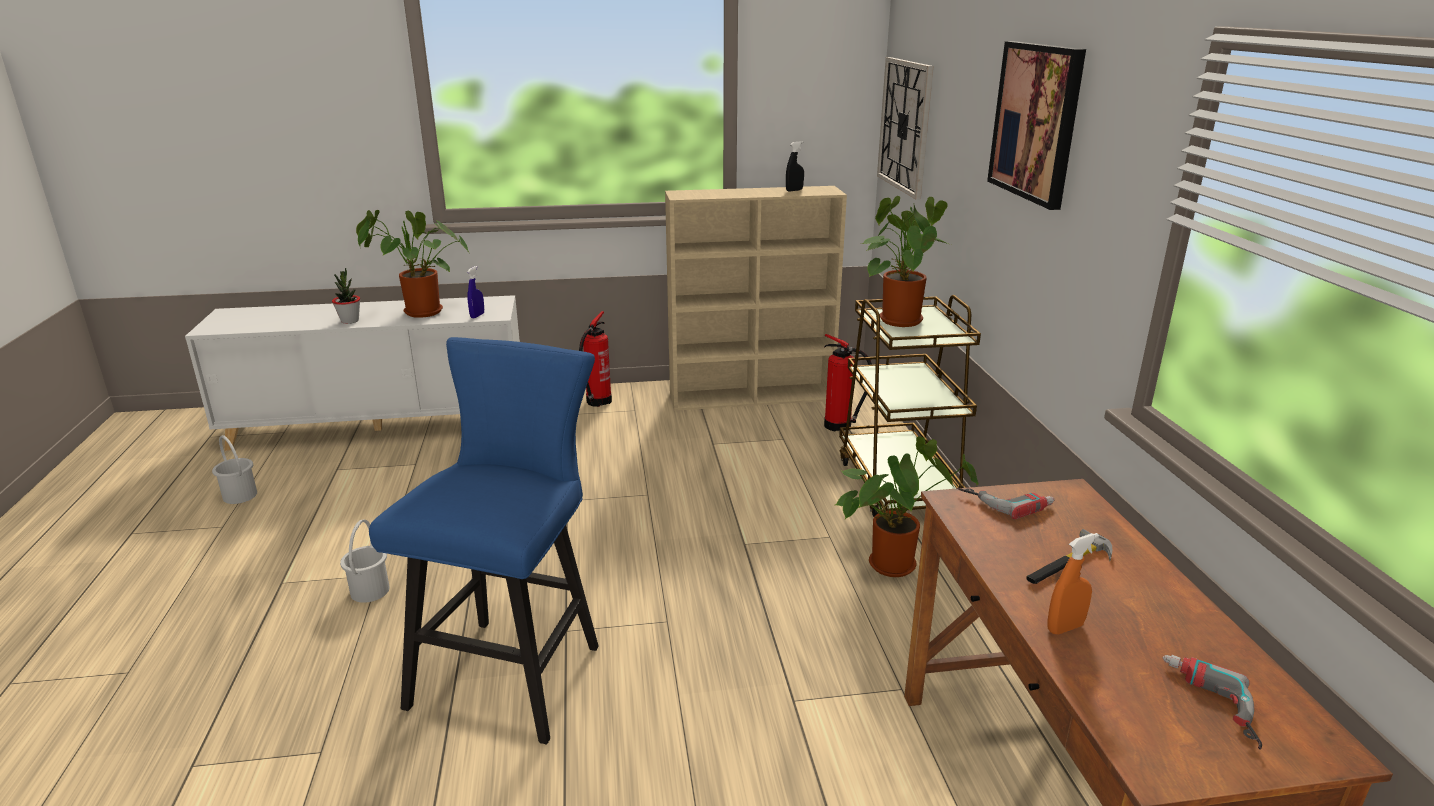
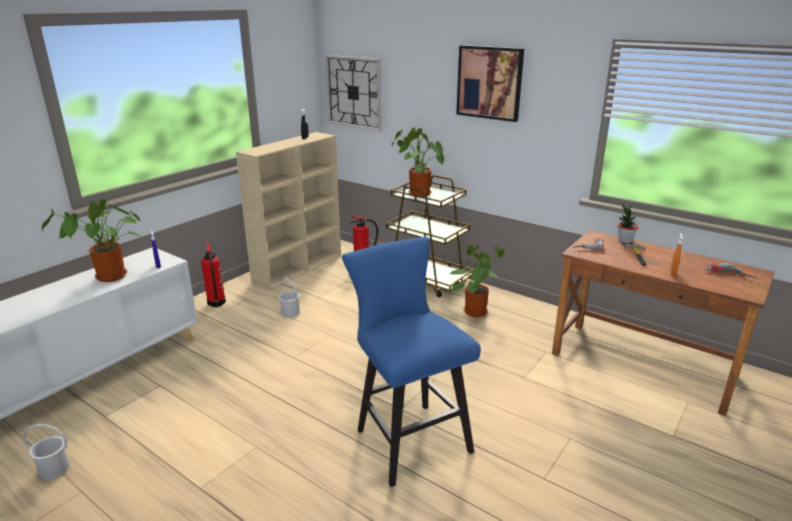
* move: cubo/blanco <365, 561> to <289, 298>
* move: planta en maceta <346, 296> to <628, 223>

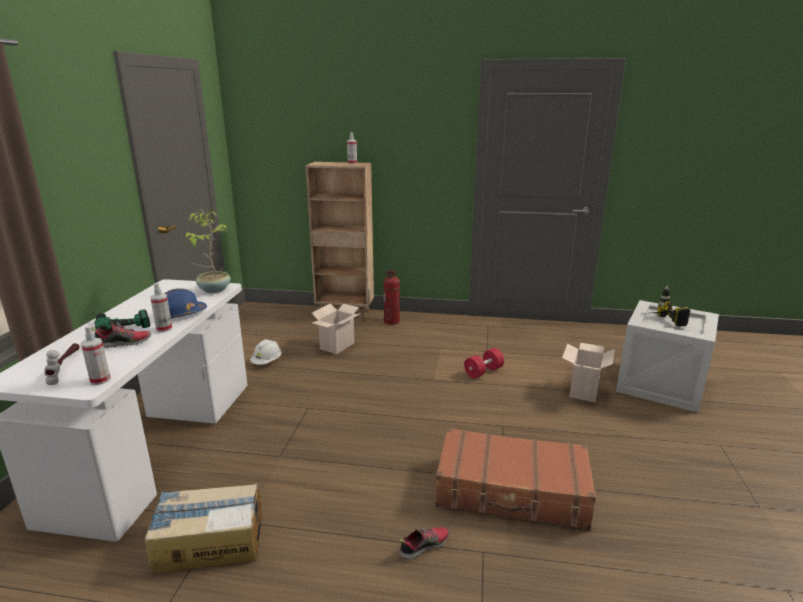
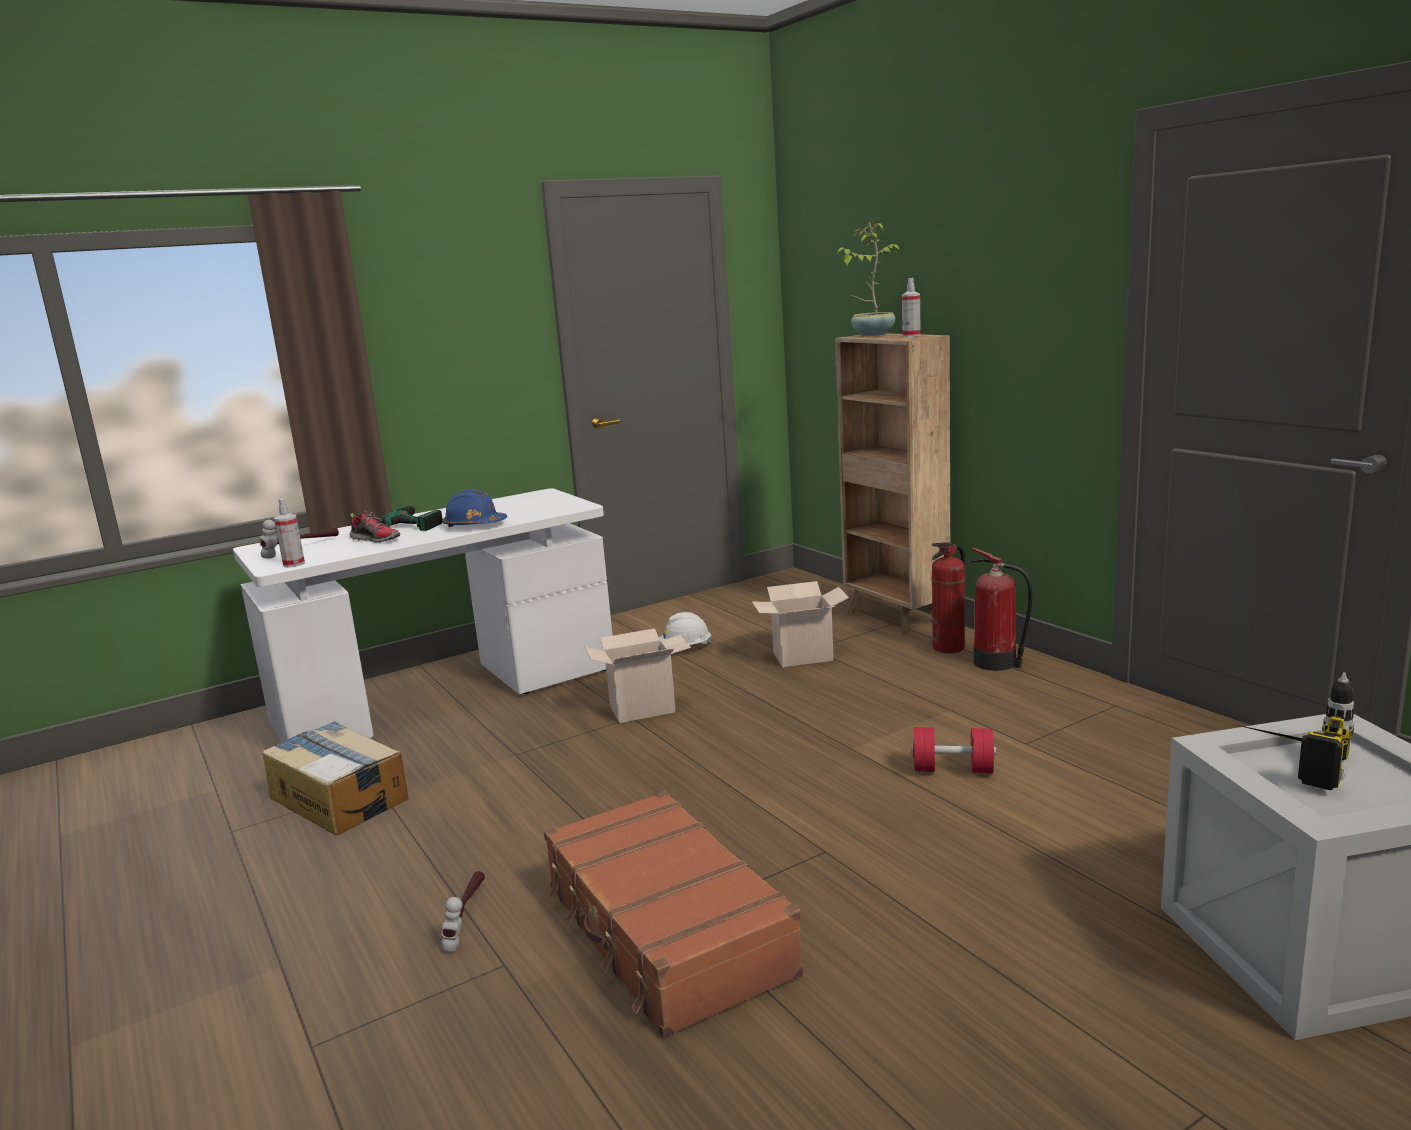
* replace: zapato <424, 543> to martillo <463, 911>
* move: caja de cartón <588, 372> to <637, 675>
* move: planta en maceta <208, 251> to <868, 278>
* insert: extintor <1001, 609>
* delete: pulverizador <161, 307>

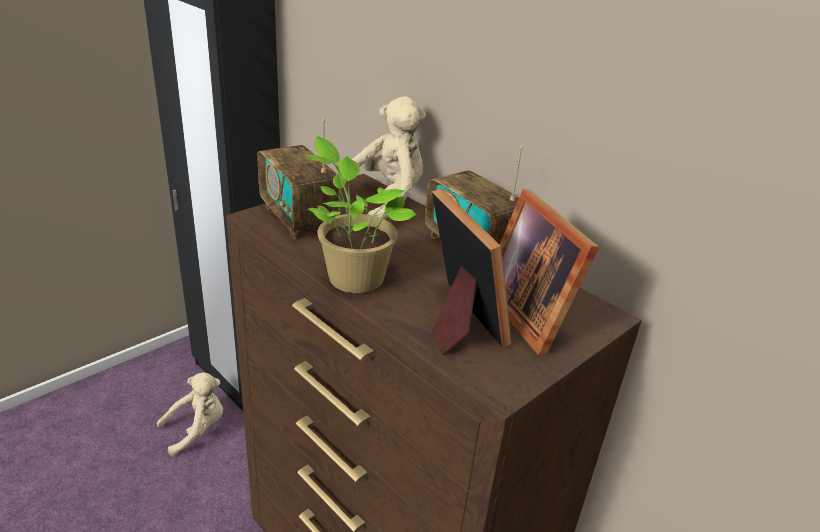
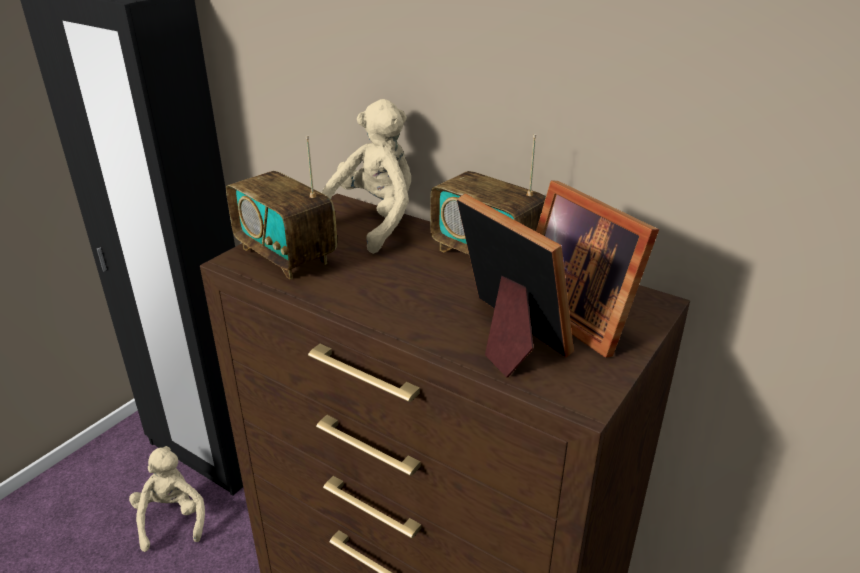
* rotate: peluche/beis <190, 414> = <167, 499> 60 degrees counterclockwise
* delete: planta en maceta <362, 214>

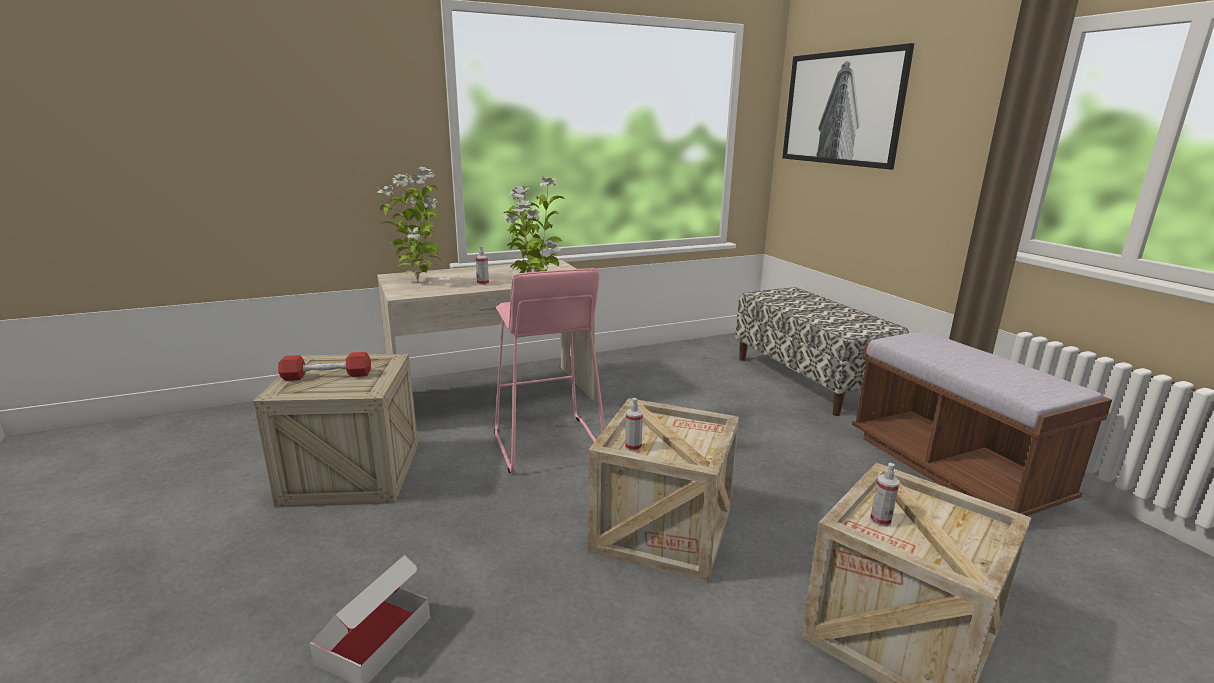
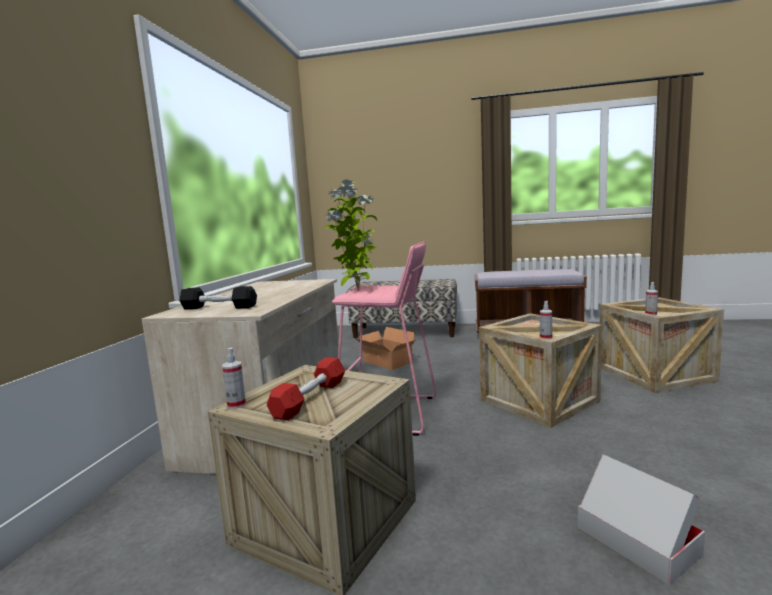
* replace: planta en maceta <409, 225> to mancuerna/negro <218, 298>
* move: pulverizador <482, 266> to <234, 378>
* insert: caja de cartón <385, 348>
* delete: cuadro <848, 106>

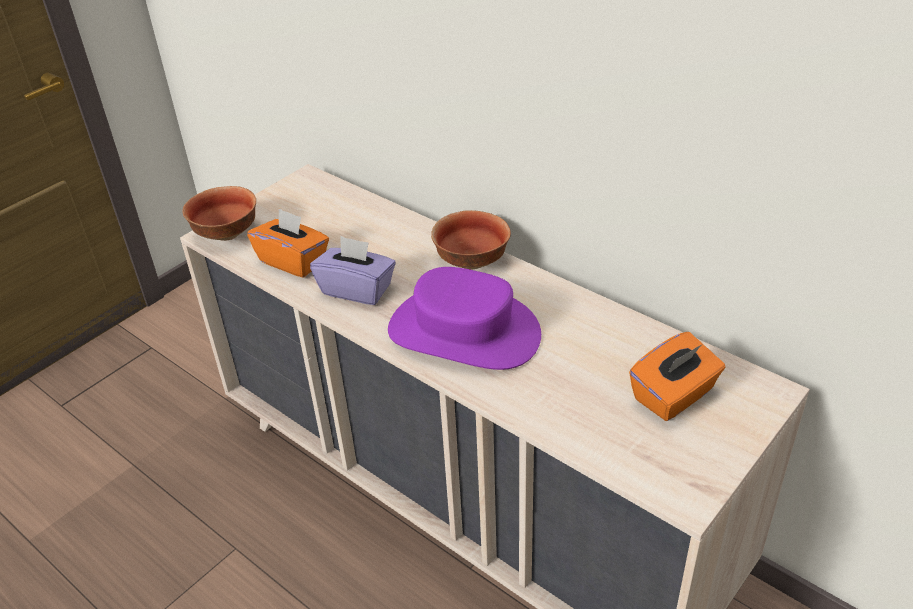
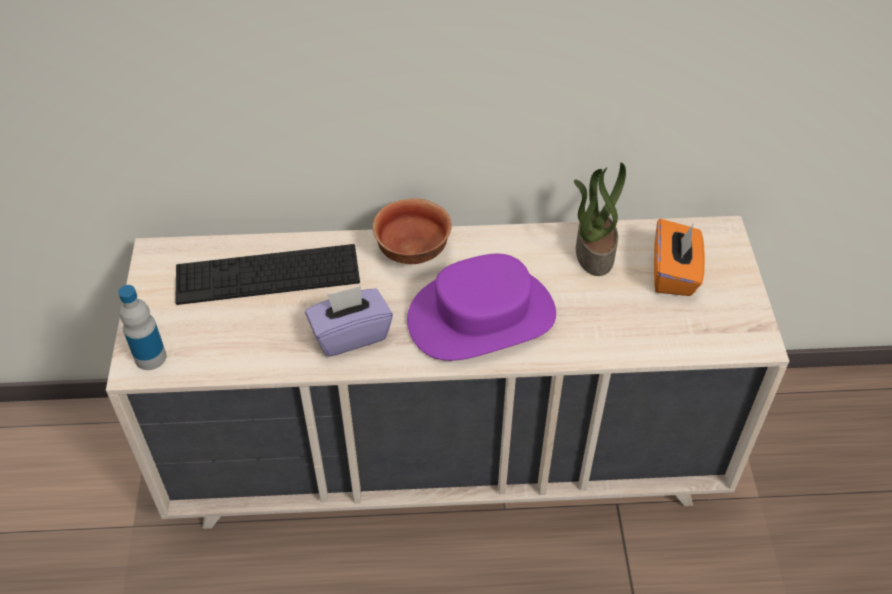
* replace: cuenco <219, 213> to botella <142, 327>
* insert: teclado <267, 274>
* insert: planta en maceta <600, 219>
* delete: caja de pañuelos/naranja <288, 243>

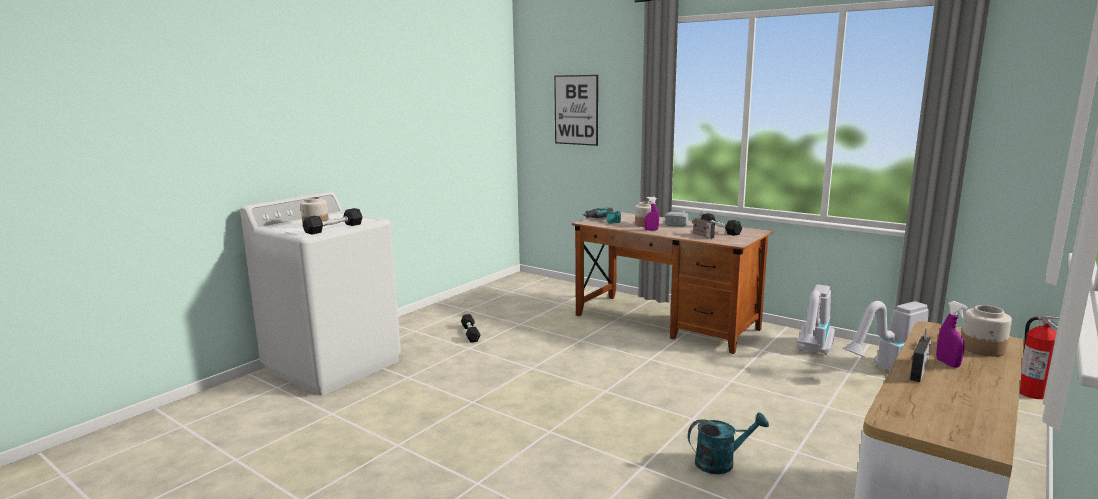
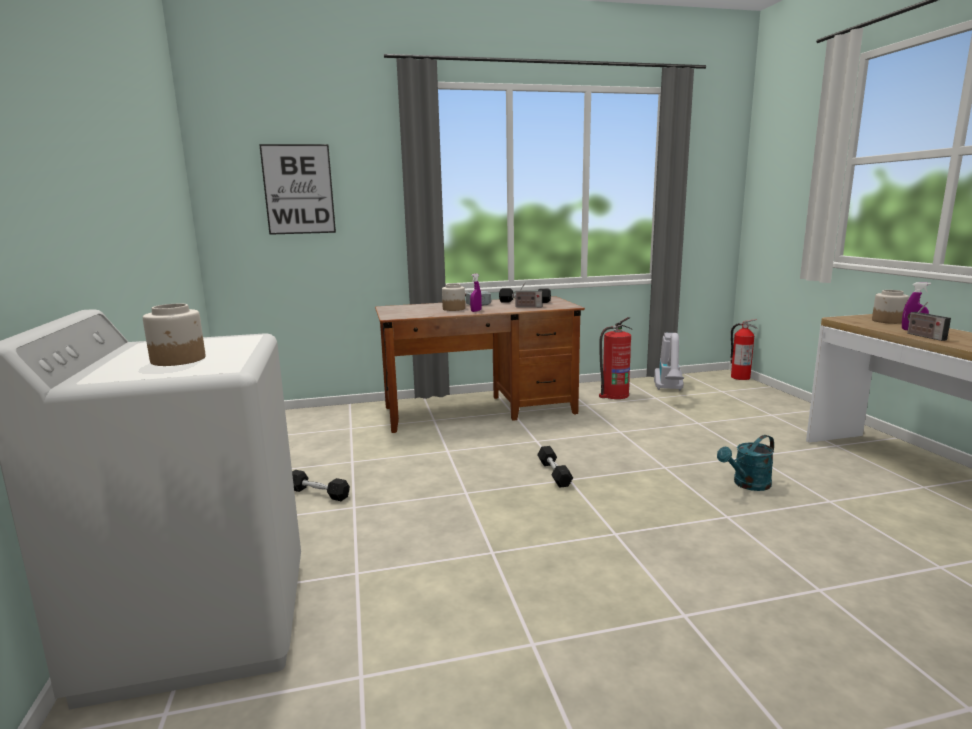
* move: mancuerna/negro <332, 221> to <555, 467>
* replace: aspiradora <816, 320> to extintor <615, 358>
* rotate: regadera/turquesa <728, 443> = <745, 463> 150 degrees counterclockwise
* delete: taladro <601, 215>

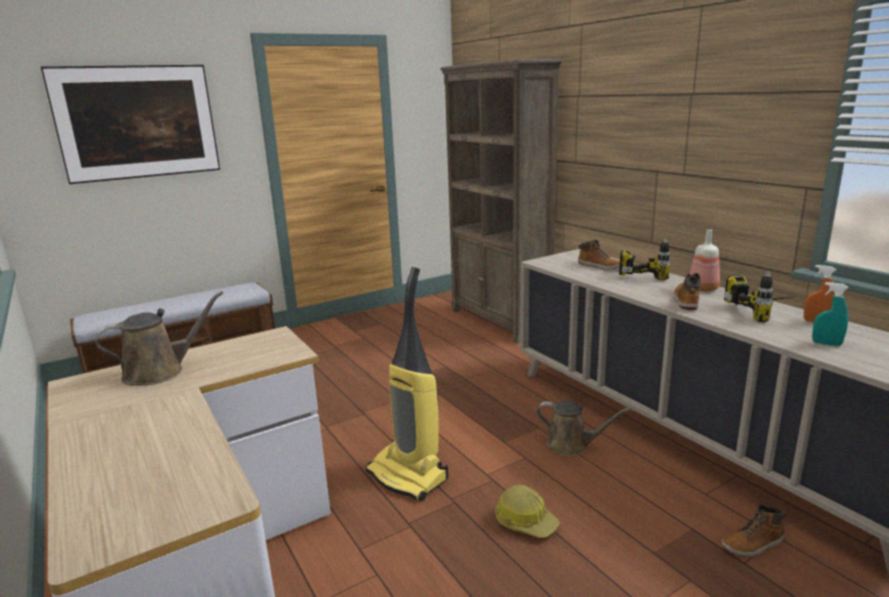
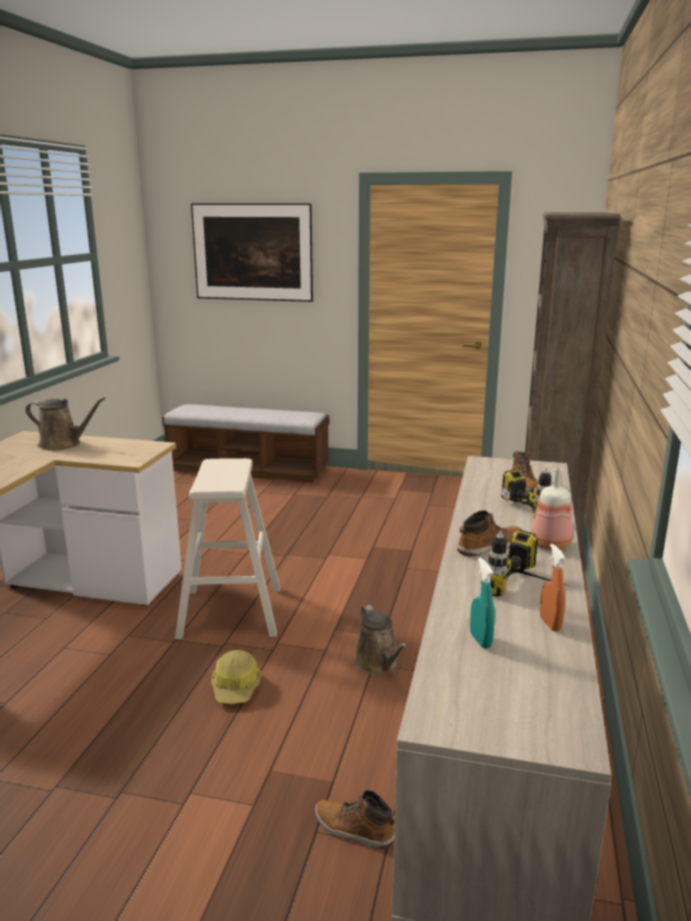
* replace: aspiradora <407, 384> to taburete/beis <228, 548>

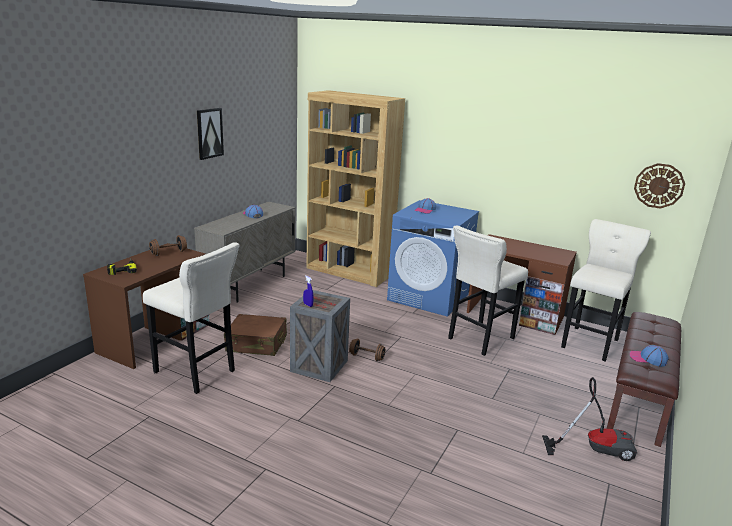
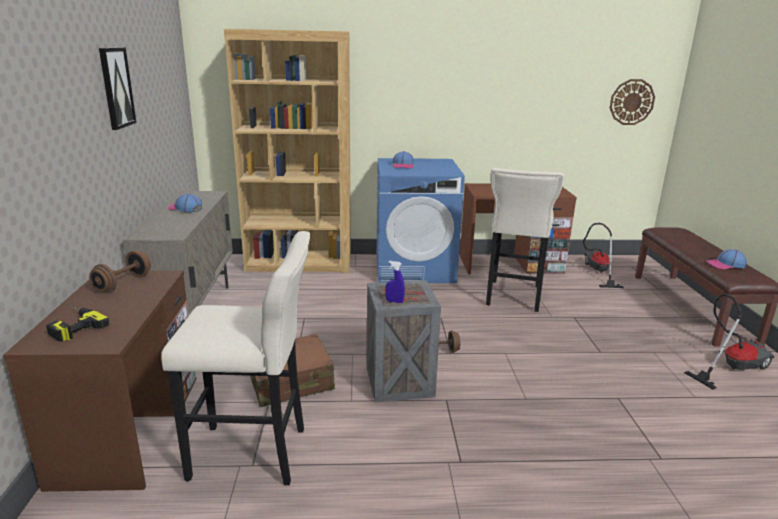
* replace: taburete/beis <606, 290> to aspiradora <603, 255>

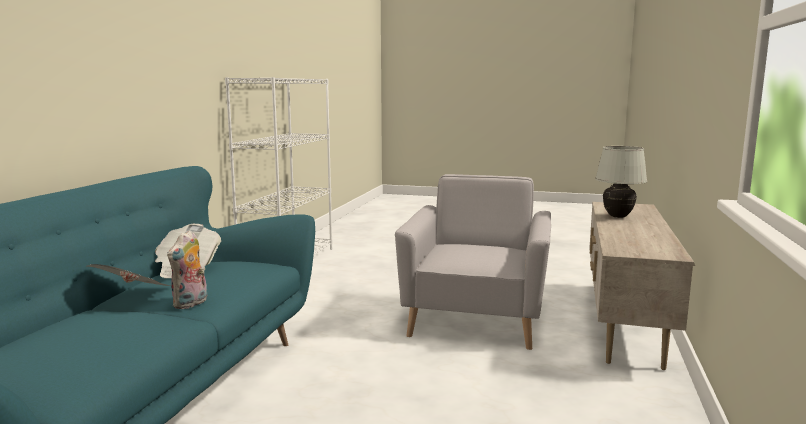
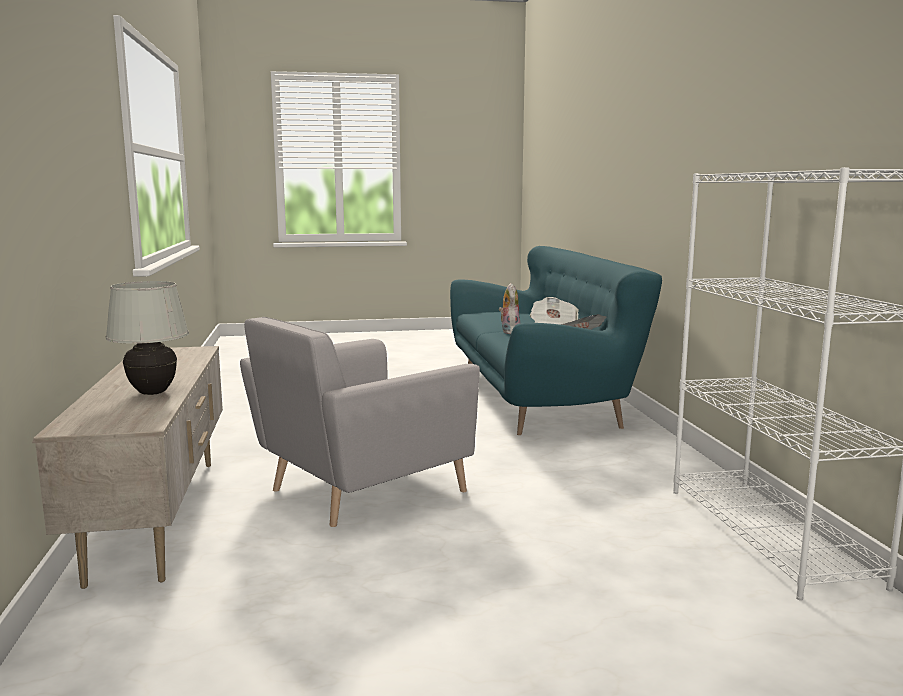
* rotate: sillón/gris <473, 262> = <360, 422> 60 degrees clockwise

